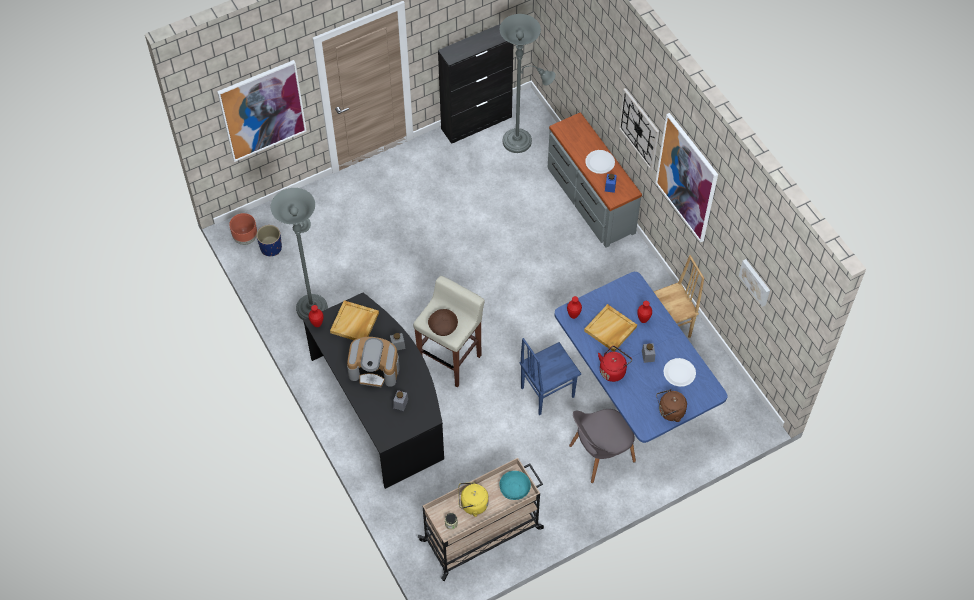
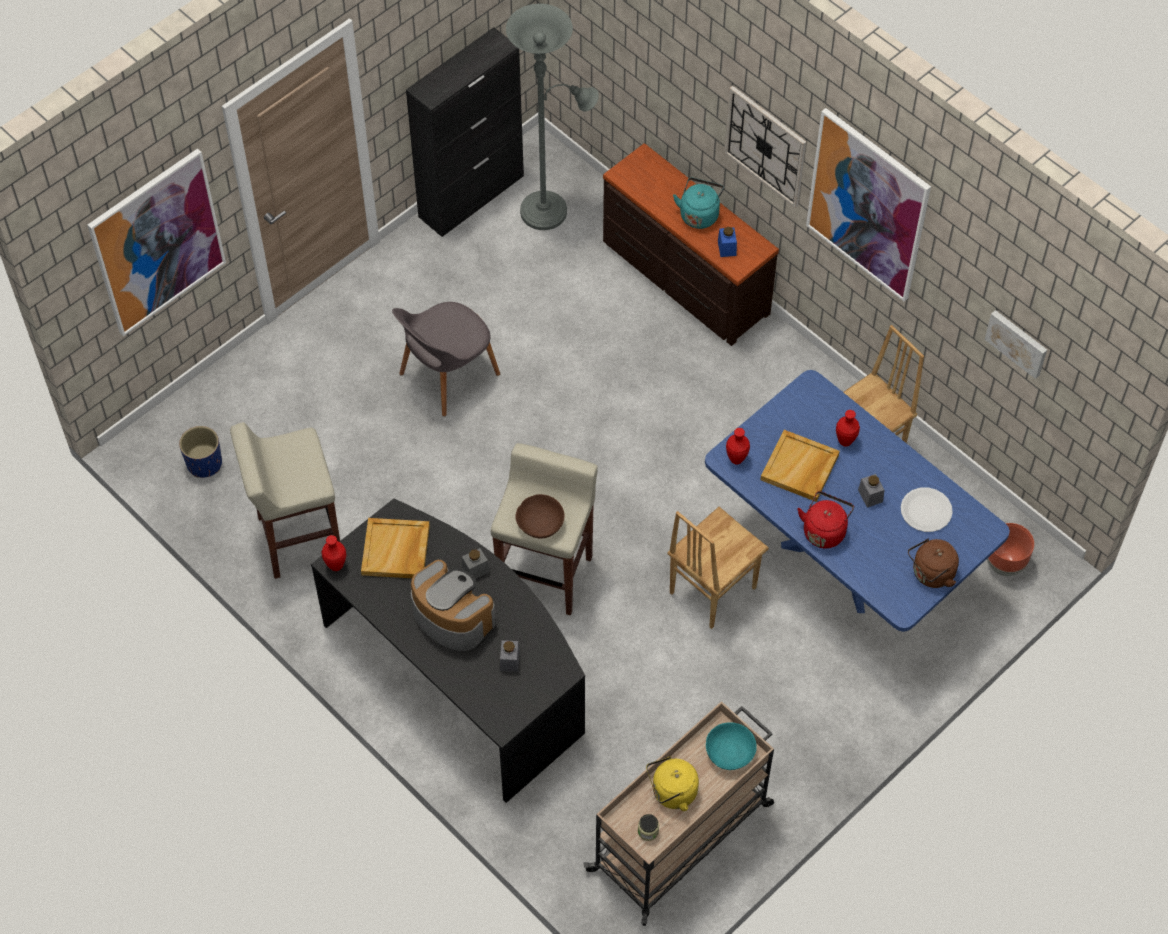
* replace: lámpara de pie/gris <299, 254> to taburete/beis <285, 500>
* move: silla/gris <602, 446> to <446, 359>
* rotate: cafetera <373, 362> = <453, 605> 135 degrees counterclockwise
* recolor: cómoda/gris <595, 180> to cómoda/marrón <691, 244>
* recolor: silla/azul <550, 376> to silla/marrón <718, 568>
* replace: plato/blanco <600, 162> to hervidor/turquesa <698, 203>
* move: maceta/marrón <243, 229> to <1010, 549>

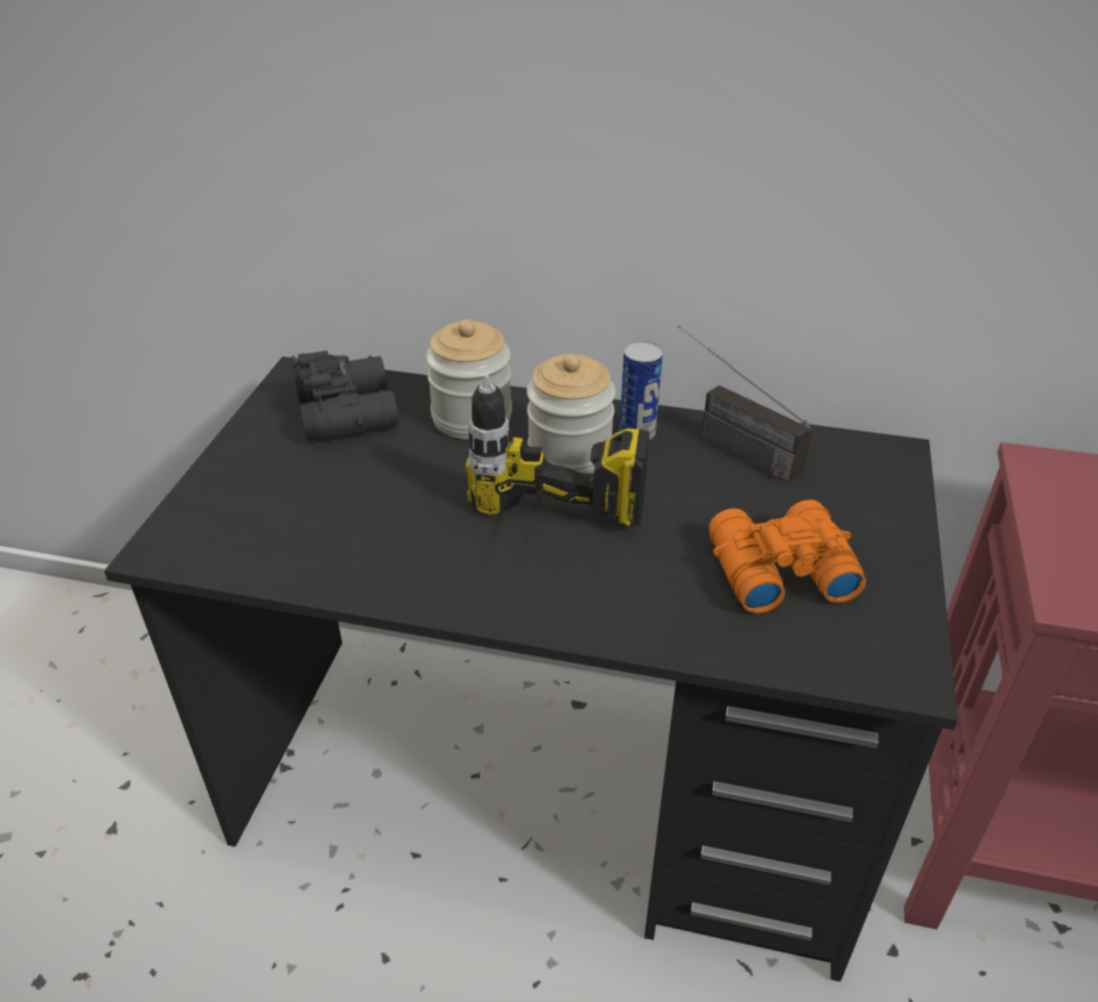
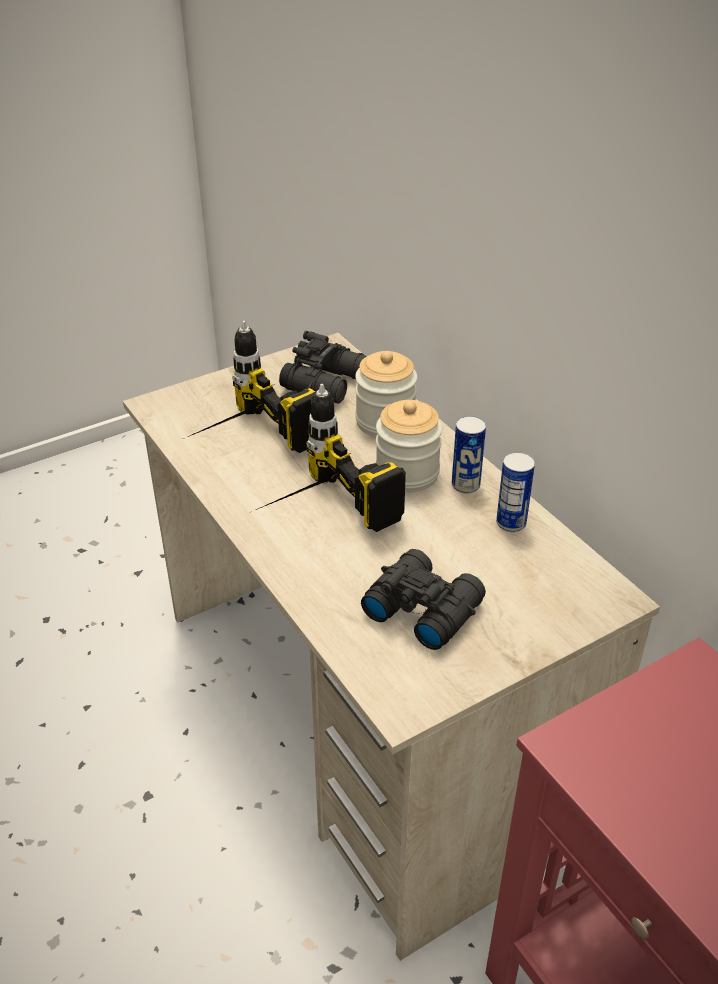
* recolor: escritorio/negro <531, 669> to escritorio/beis <391, 647>
* insert: taladro <249, 387>
* recolor: prismáticos/naranja <787, 556> to prismáticos/negro <423, 599>
* replace: radio <745, 403> to lata <515, 492>

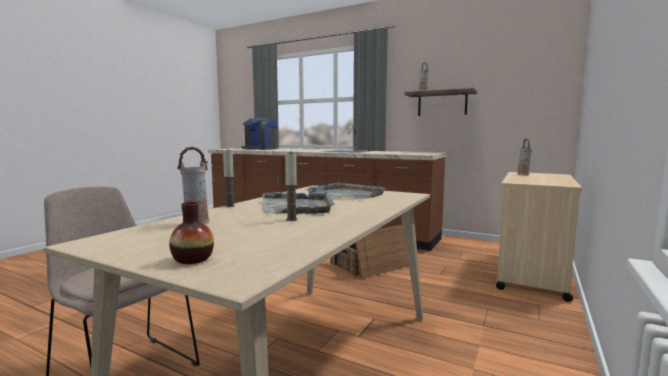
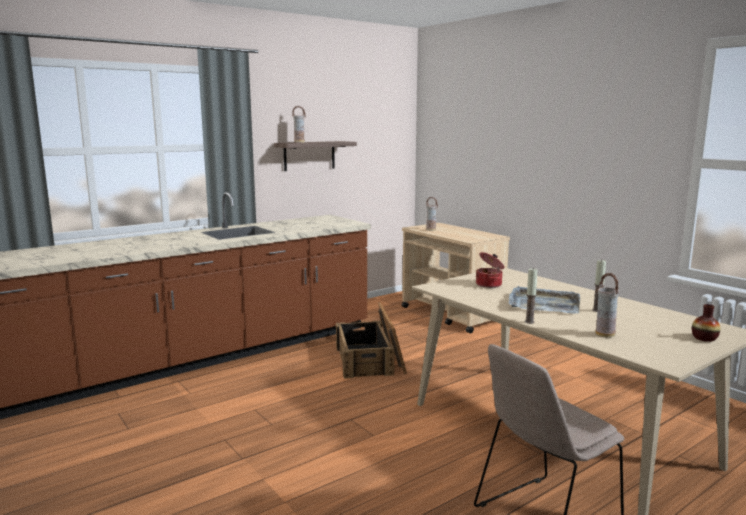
* replace: bandeja/gris <345, 190> to olla <490, 270>
* delete: cafetera <259, 134>

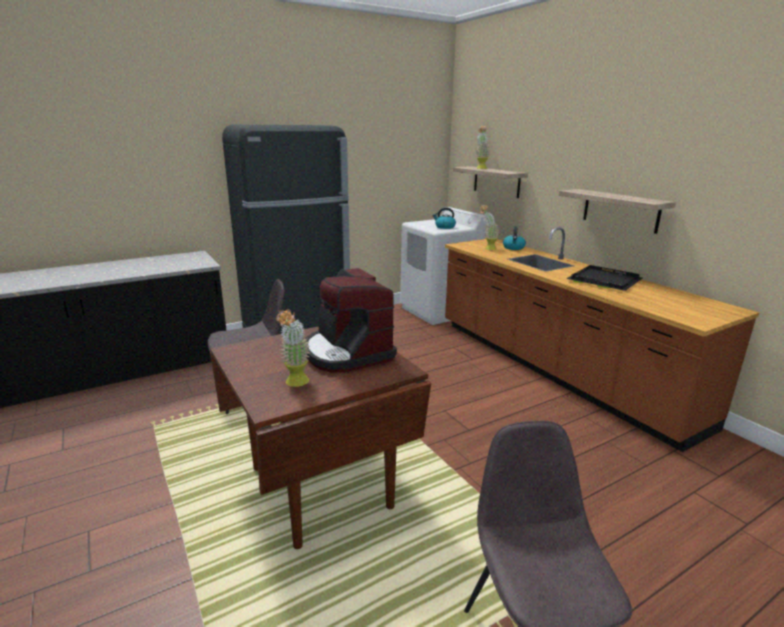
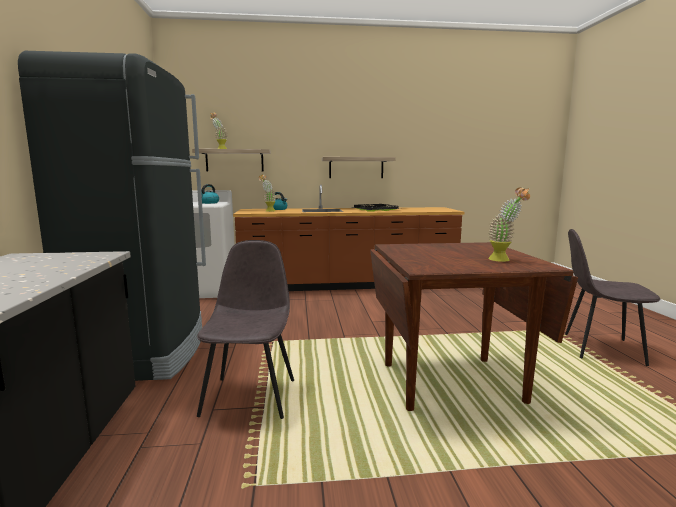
* delete: cafetera <351, 320>

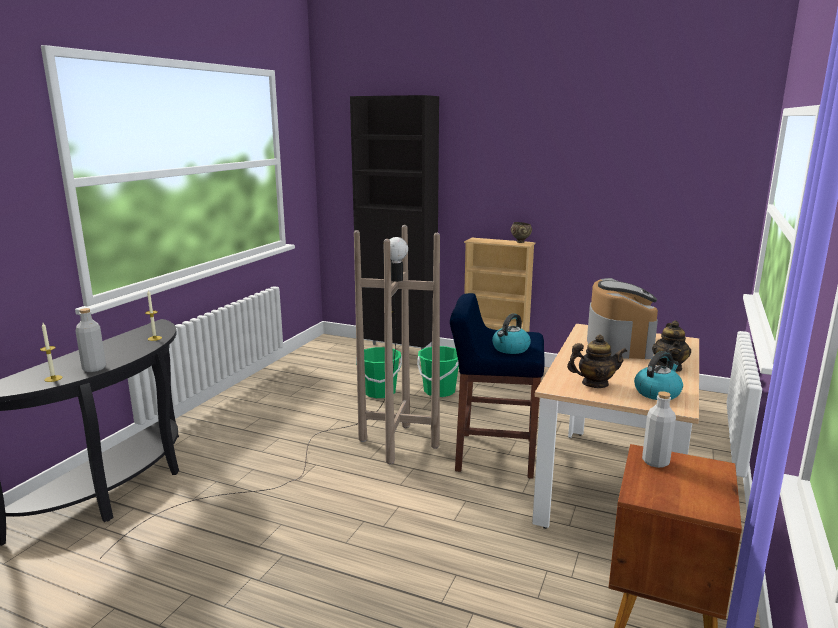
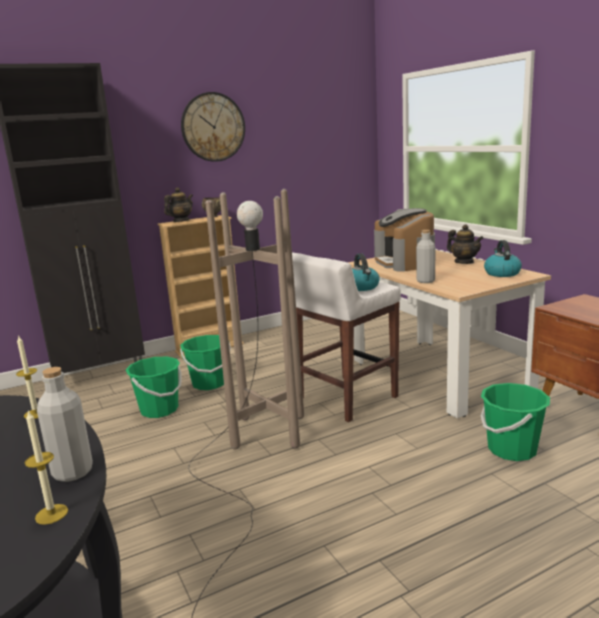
* move: tetera <597, 361> to <178, 204>
* insert: reloj de pared <213, 127>
* recolor: taburete/azul <497, 386> to taburete/blanco <346, 337>
* rotate: cafetera <622, 318> = <404, 240> 150 degrees counterclockwise
* move: botella/gris <659, 429> to <425, 256>
* insert: cubo/verde <515, 422>

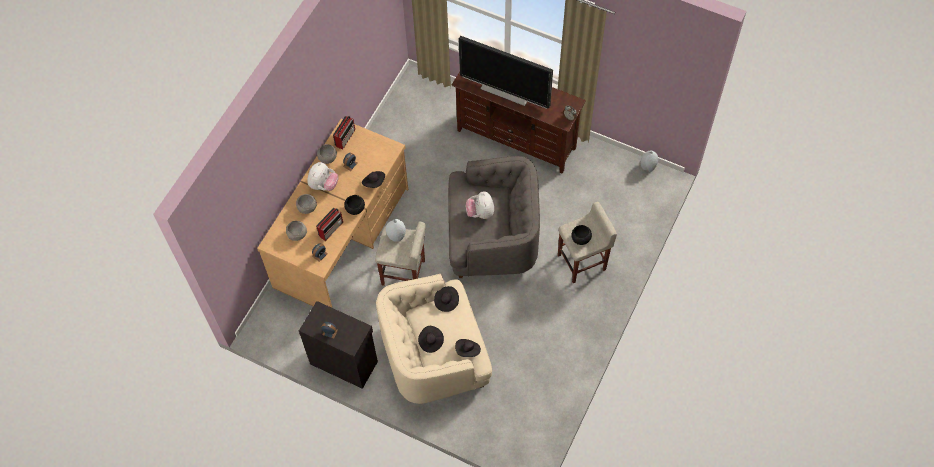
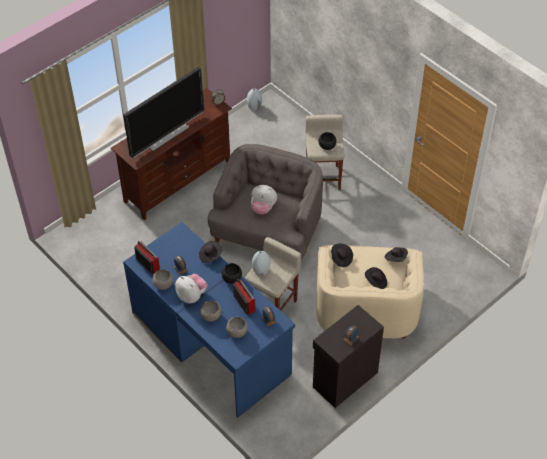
* recolor: escritorio/marrón <332, 213> to escritorio/azul <209, 320>

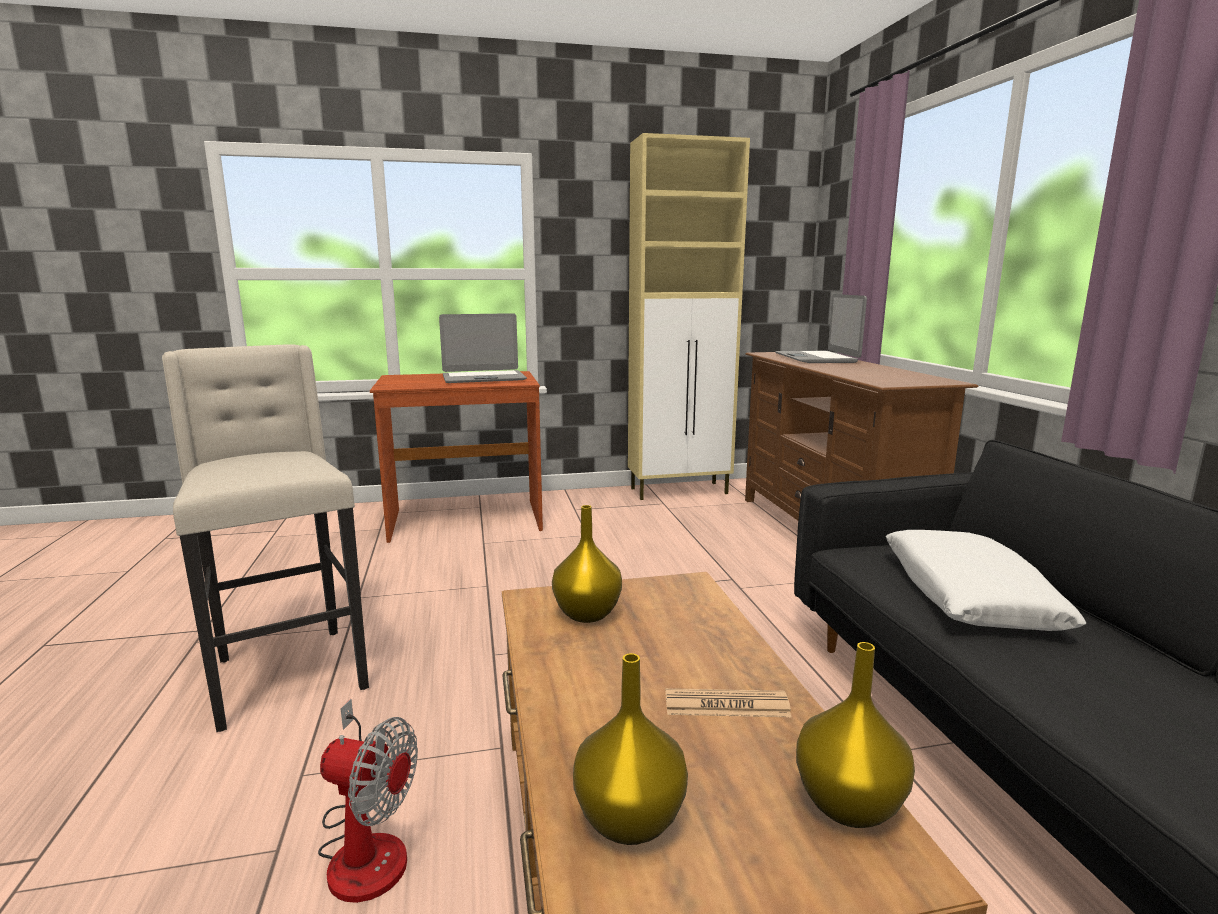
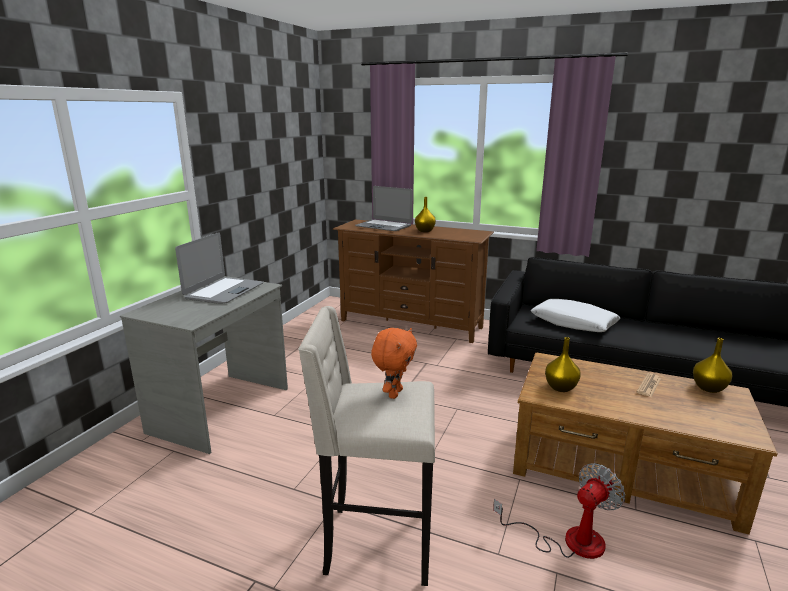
* recolor: escritorio/marrón <456, 457> to escritorio/gris <204, 365>
* insert: peluche/naranja <394, 363>
* move: florero/amarillo <630, 749> to <425, 214>
* delete: armario/beis <689, 316>

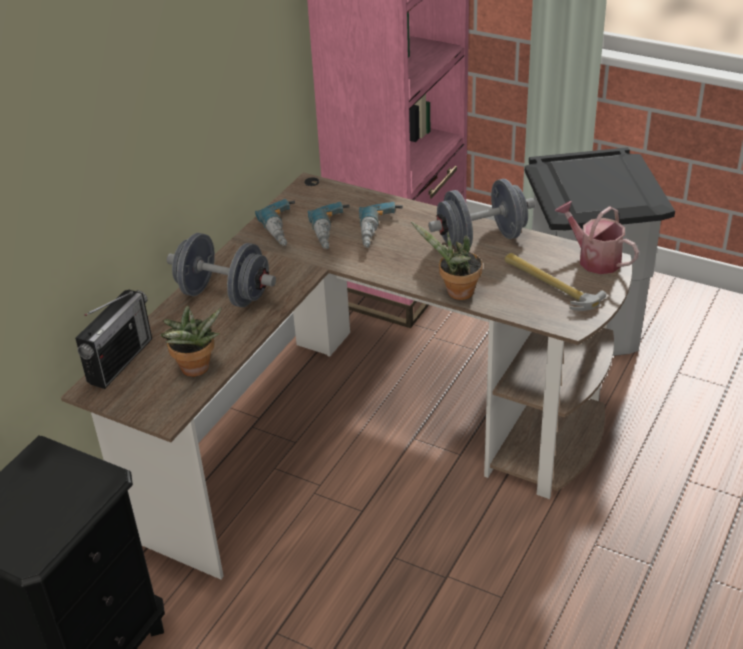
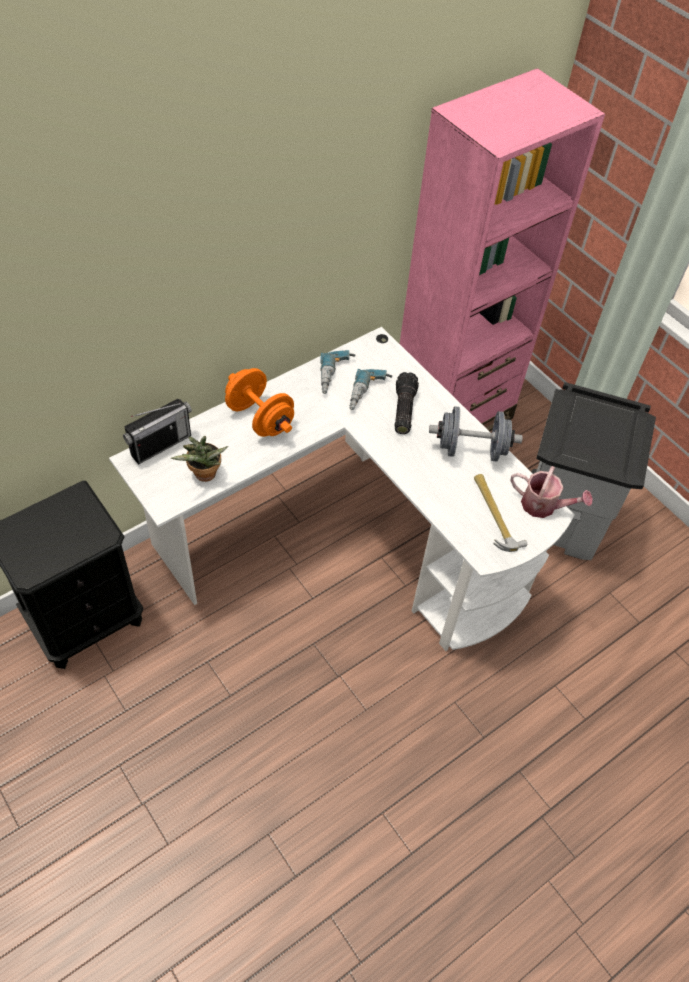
* recolor: escritorio/marrón <346, 375> to escritorio/blanco <342, 489>
* recolor: mancuerna/gris <221, 270> to mancuerna/naranja <259, 402>
* replace: taladro <381, 225> to linterna <406, 403>
* rotate: regadera <597, 237> = <551, 492> 135 degrees clockwise
* delete: planta en maceta <447, 261>

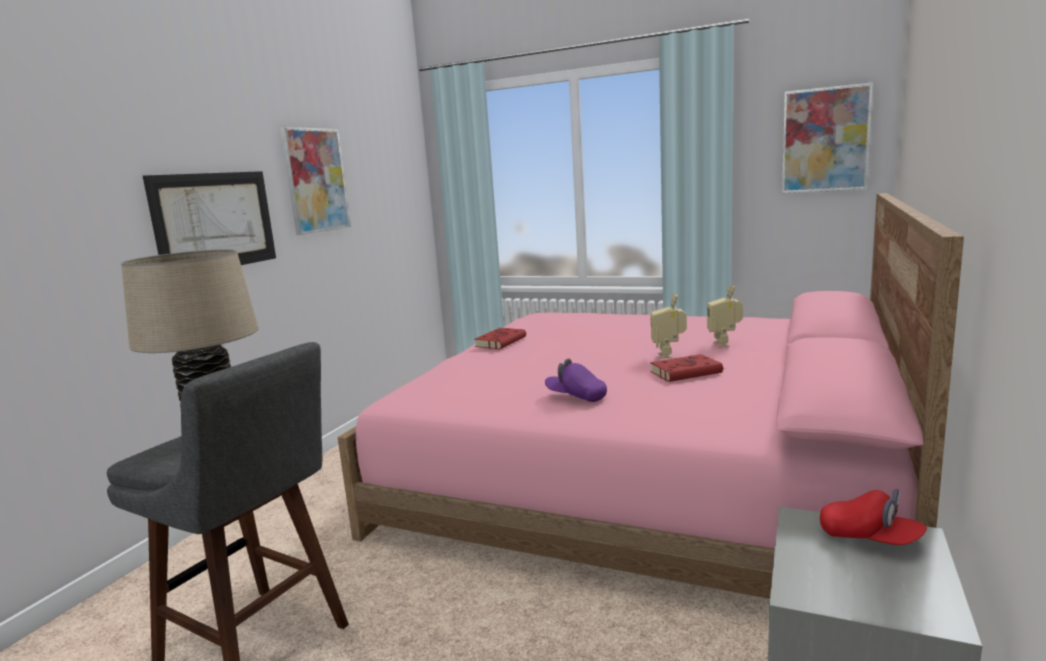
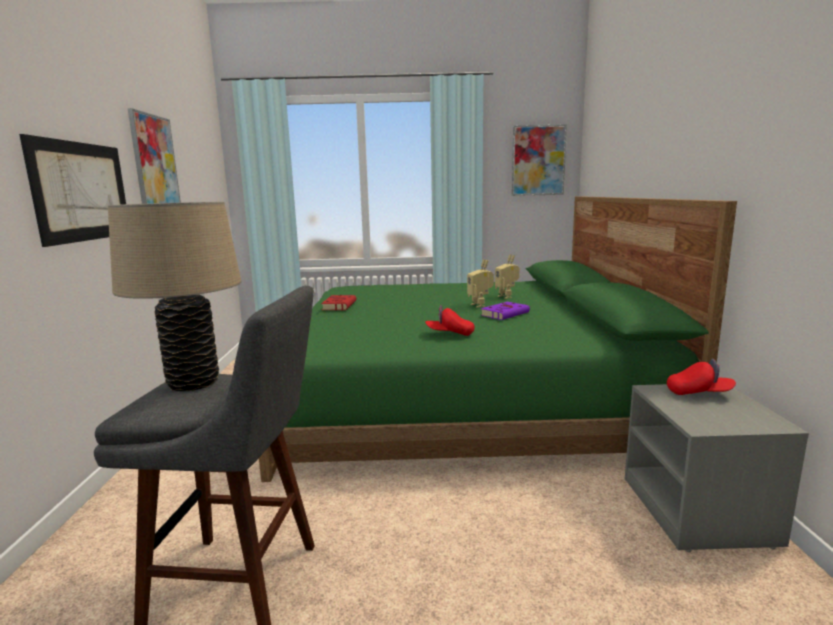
* recolor: cama/rosa <651, 396> to cama/verde <498, 339>
* recolor: gorra/morado <576, 380> to gorra/rojo <450, 320>
* recolor: libro/rojo <686, 368> to libro/morado <505, 311>

